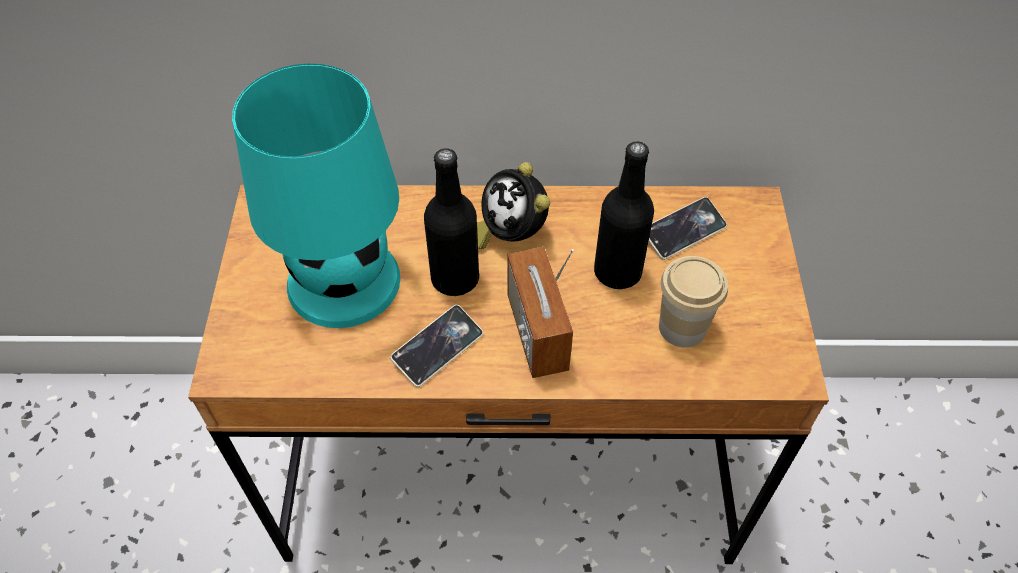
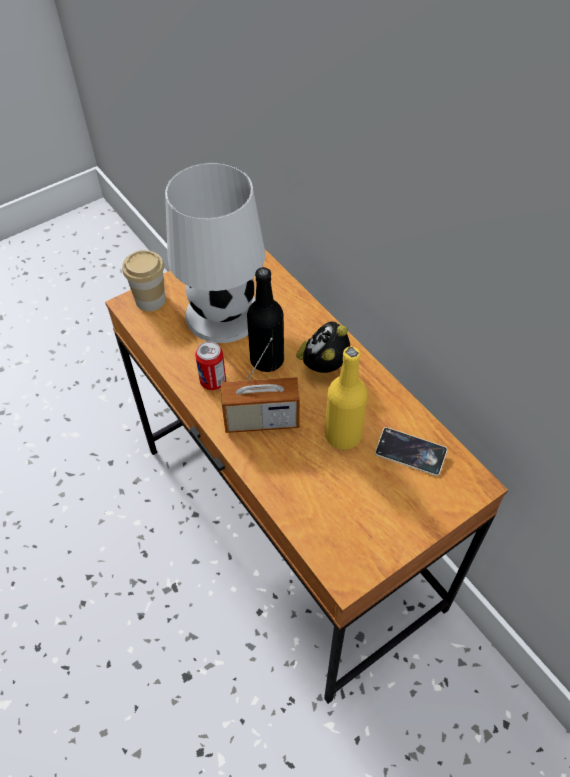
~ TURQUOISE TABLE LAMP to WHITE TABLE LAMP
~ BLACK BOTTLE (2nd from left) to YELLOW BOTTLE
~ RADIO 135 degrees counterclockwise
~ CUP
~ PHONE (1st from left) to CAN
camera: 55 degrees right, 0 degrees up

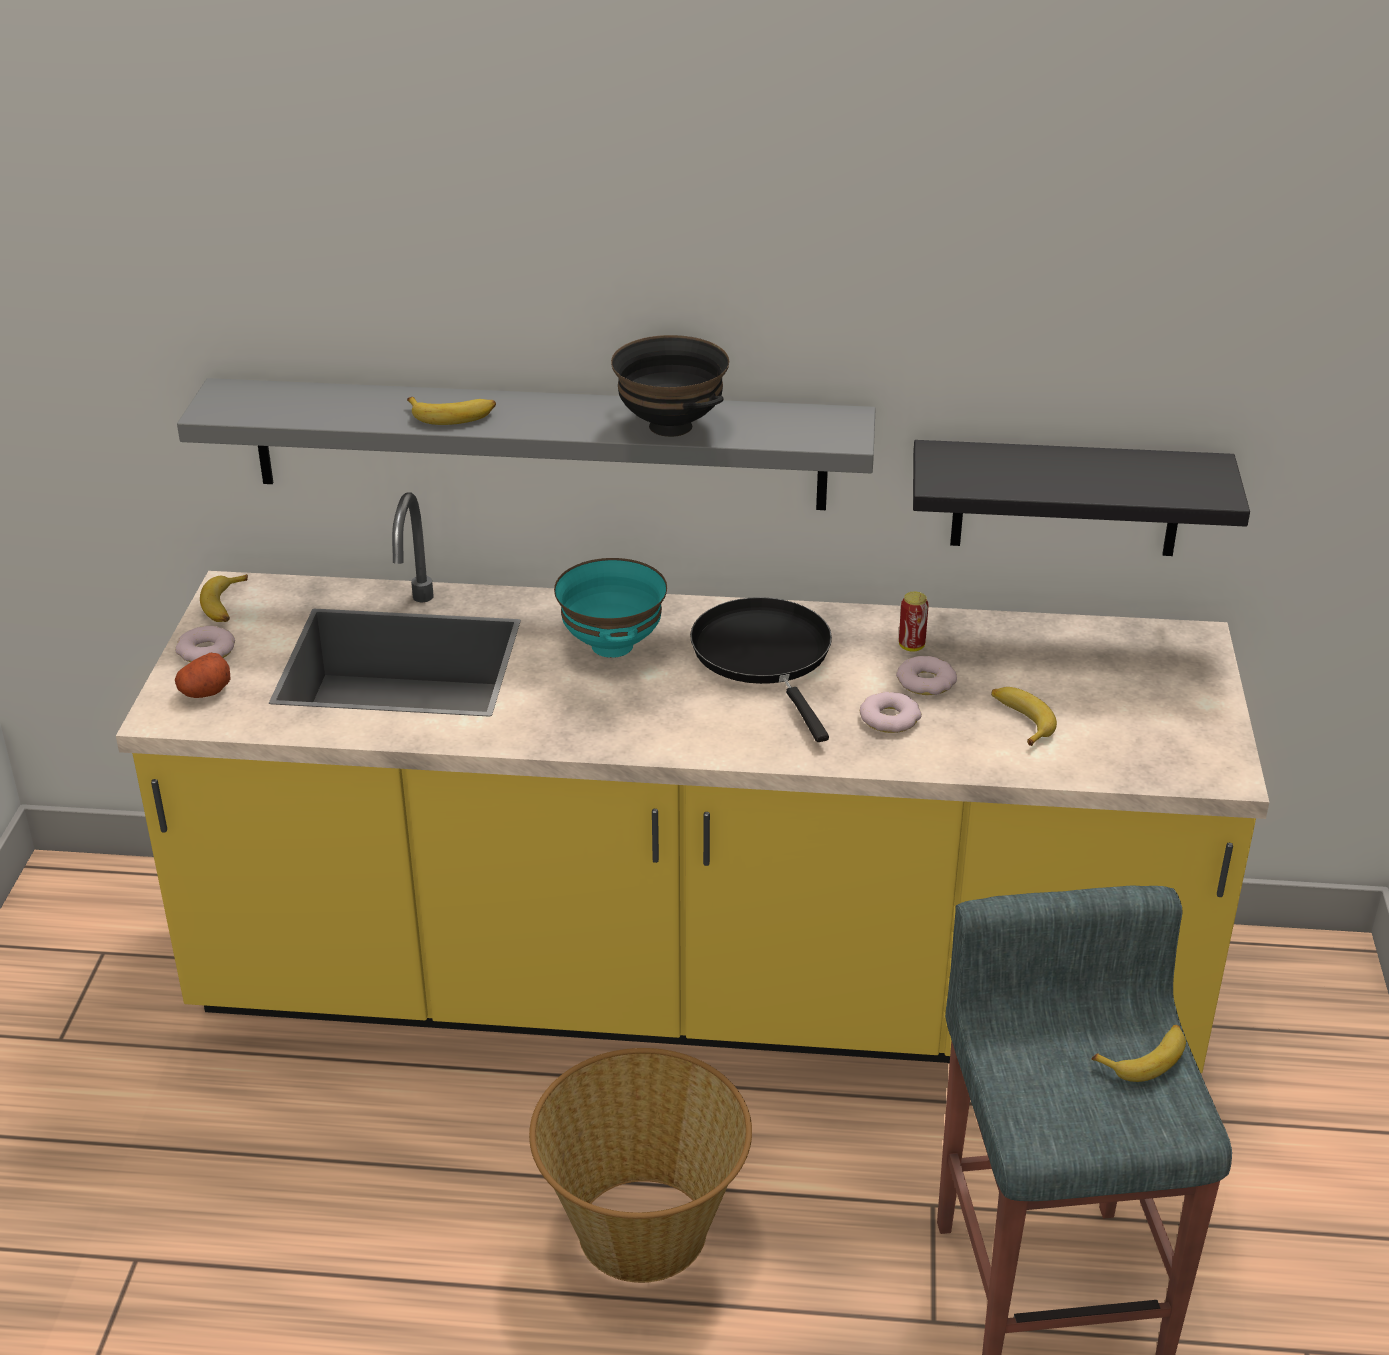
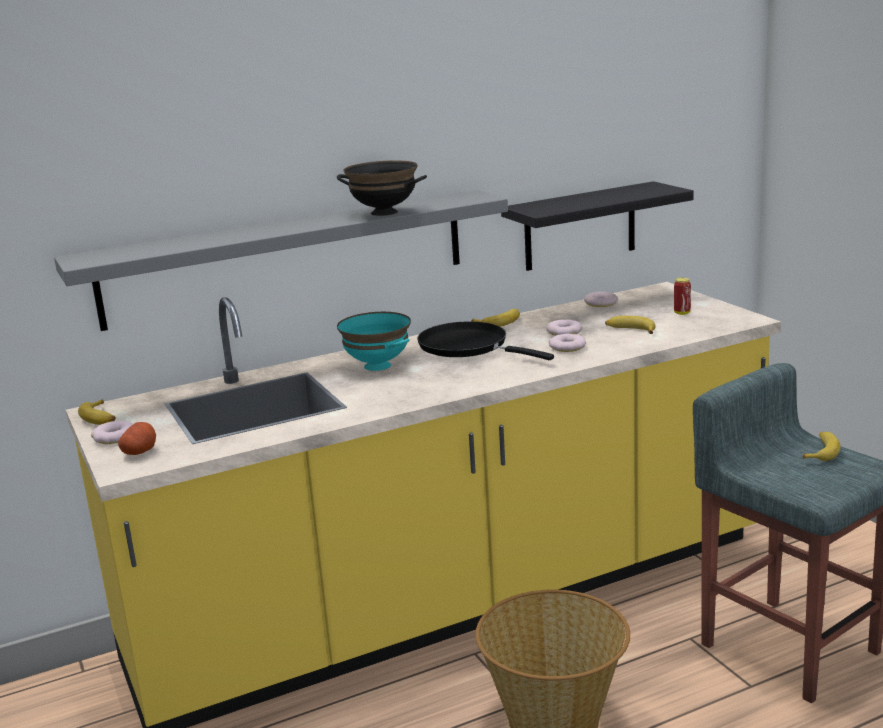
~ BANANA (2nd from left)
~ CAN
+ DONUT (4th from left)
camera: 30 degrees left, 15 degrees down

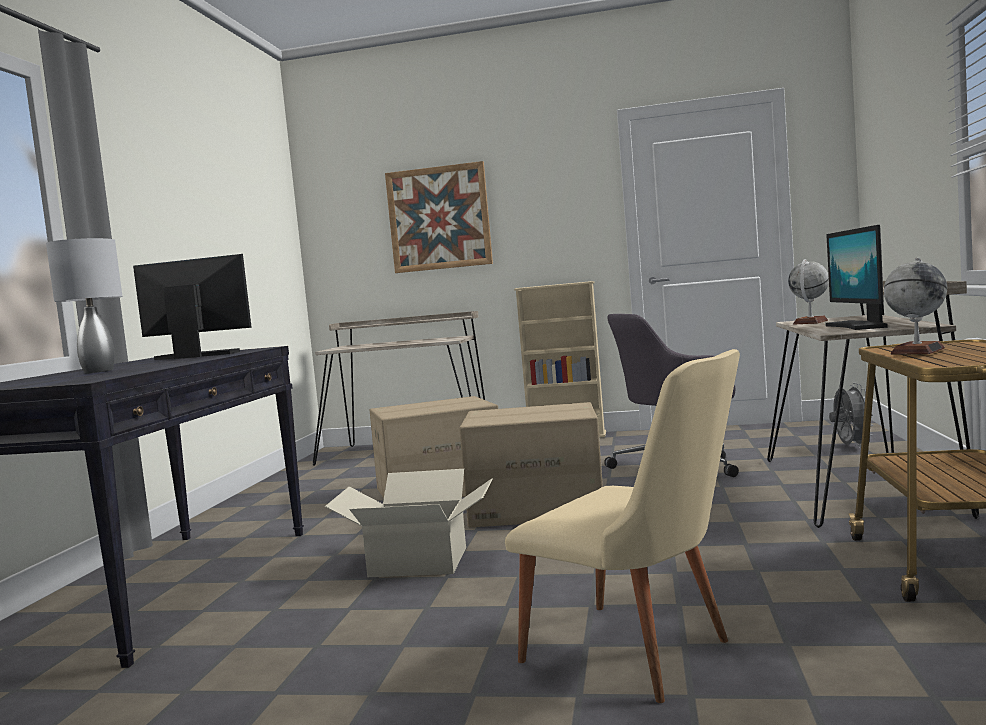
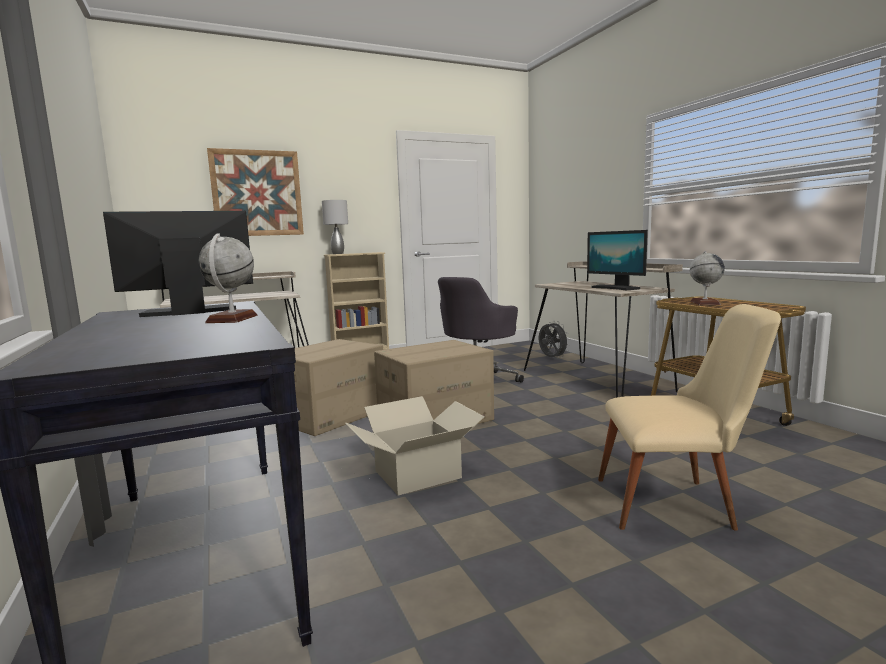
~ GREY TABLE LAMP
~ GLOBE (1st from left)
camera: 35 degrees left, 5 degrees up

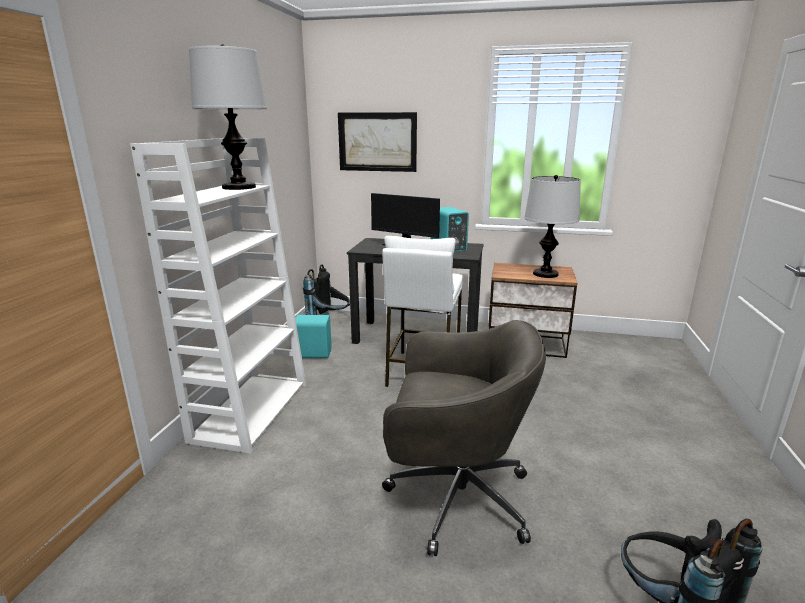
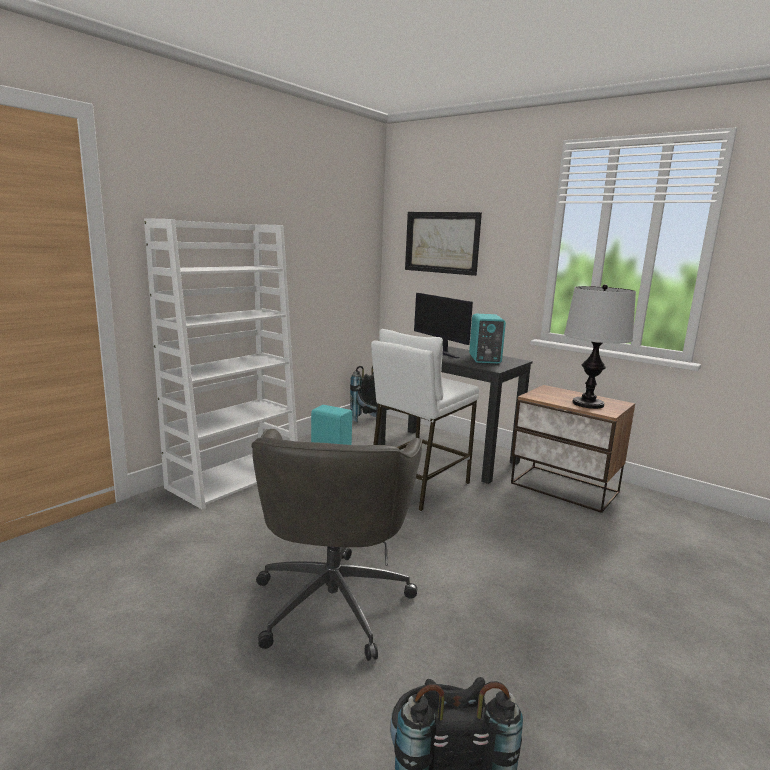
- TABLE LAMP (1st from left)
~ GREY OFFICE CHAIR 60 degrees clockwise
camera: 25 degrees right, 5 degrees down

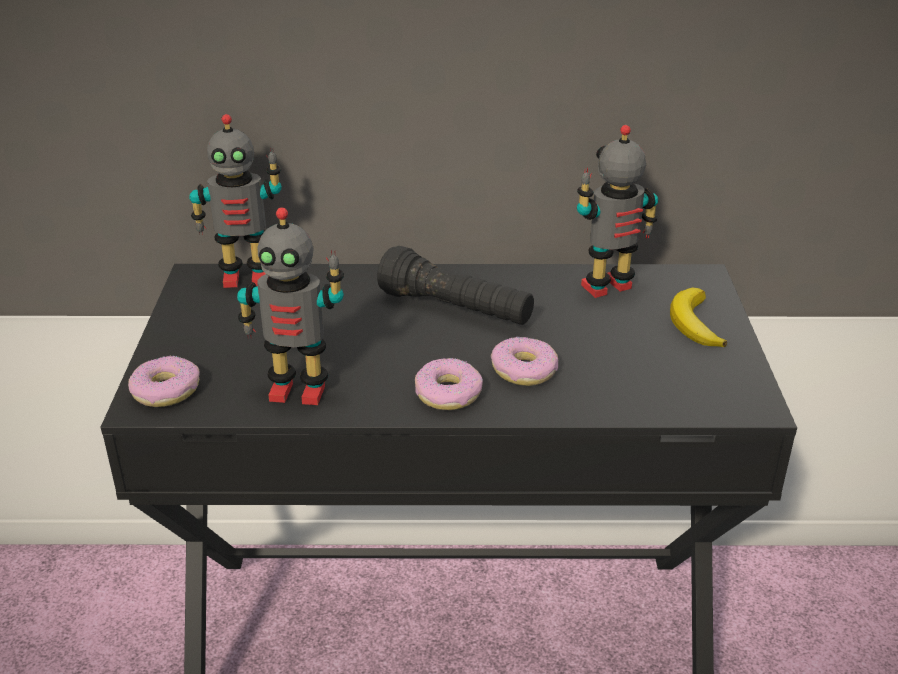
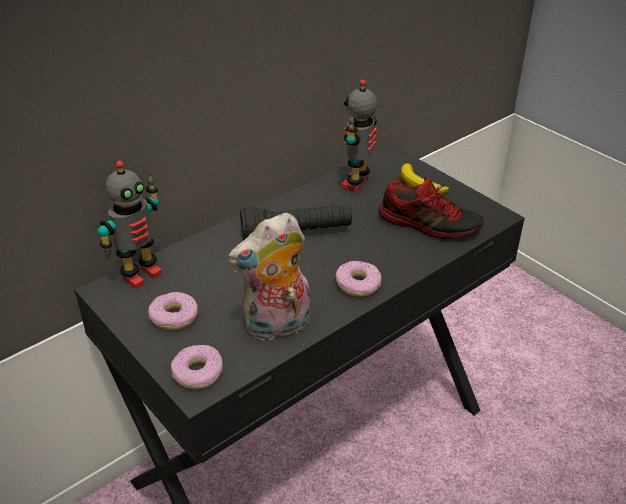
~ TOY ROBOT (2nd from left) to PLUSH TOY
~ DONUT (3rd from left in the first image) to DONUT (1st from left)
+ SHOE
camera: 40 degrees left, 5 degrees up

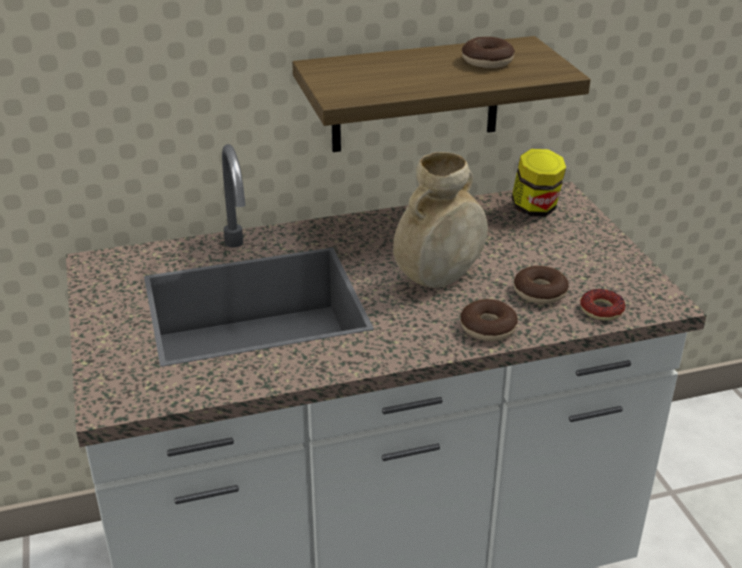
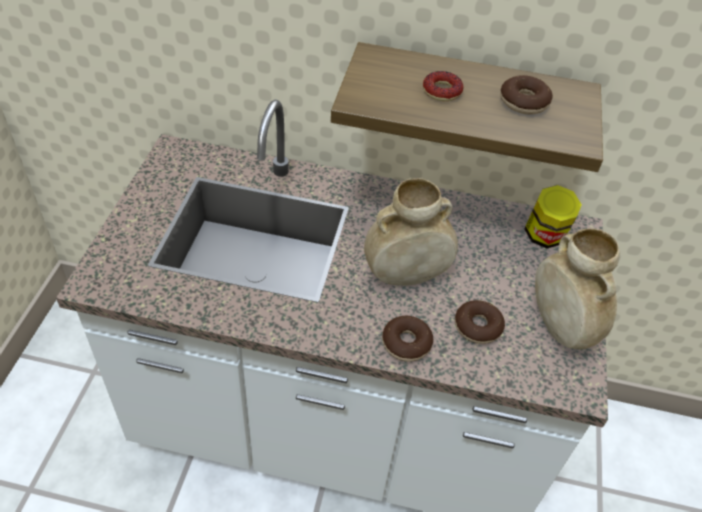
~ DONUT (4th from left in the first image) to DONUT (2nd from left)
+ BEIGE VASE (2nd from left)
camera: 25 degrees right, 15 degrees up

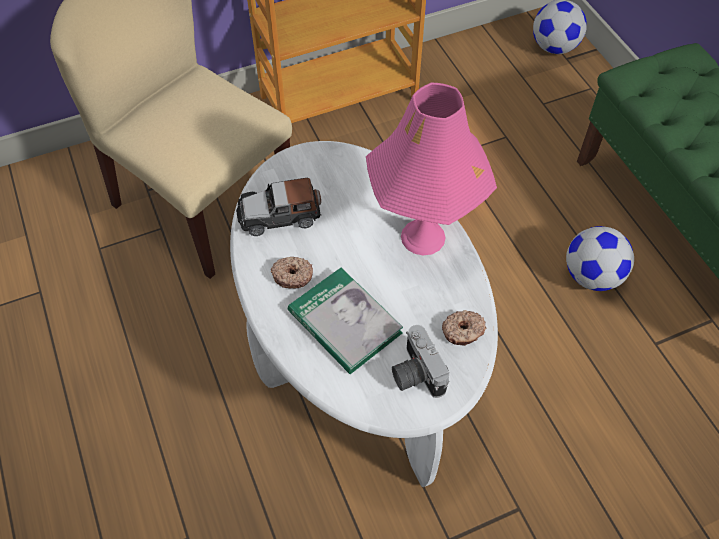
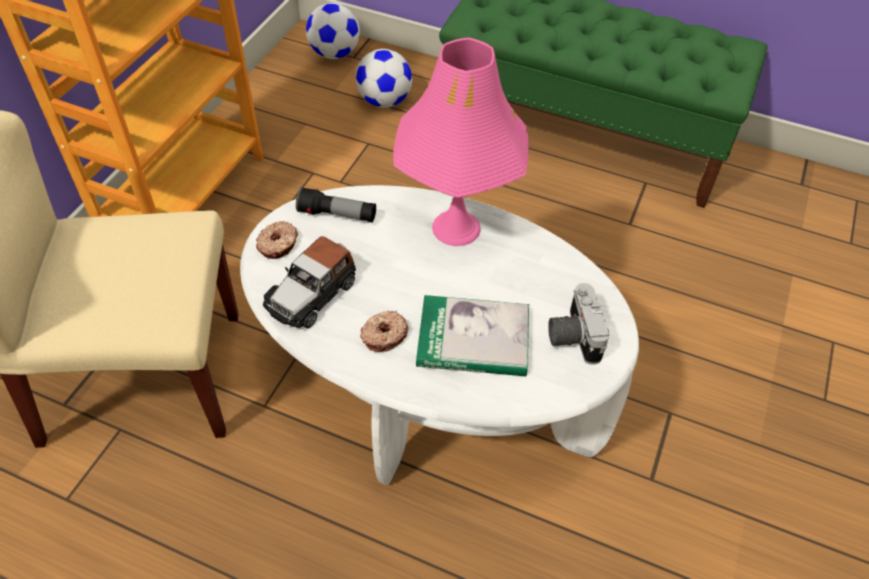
~ FOOTBALL (2nd from left)
~ DONUT (2nd from left in the first image) to DONUT (1st from left)
~ PHOTO CAMERA 60 degrees clockwise
+ FLASHLIGHT
camera: 45 degrees left, 5 degrees down

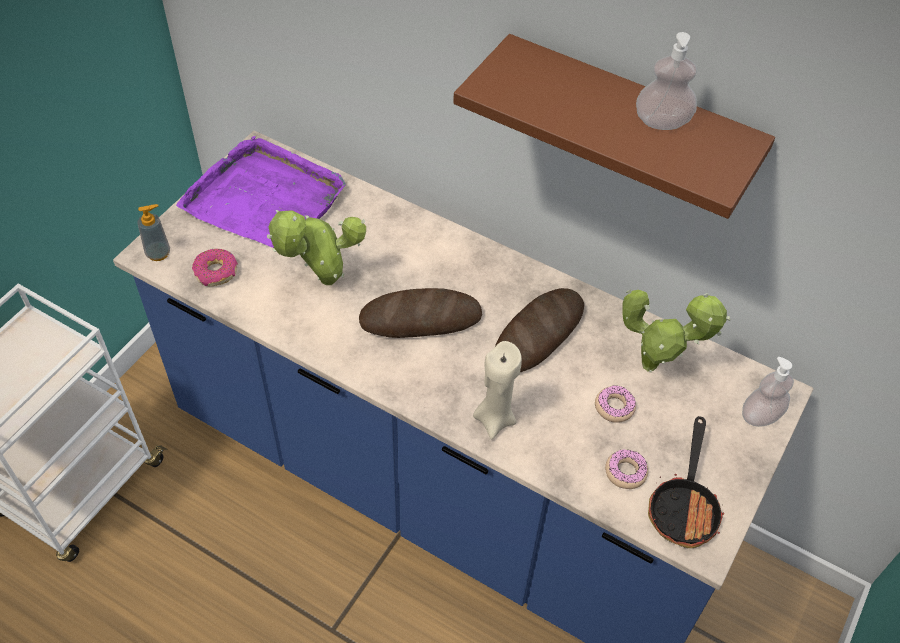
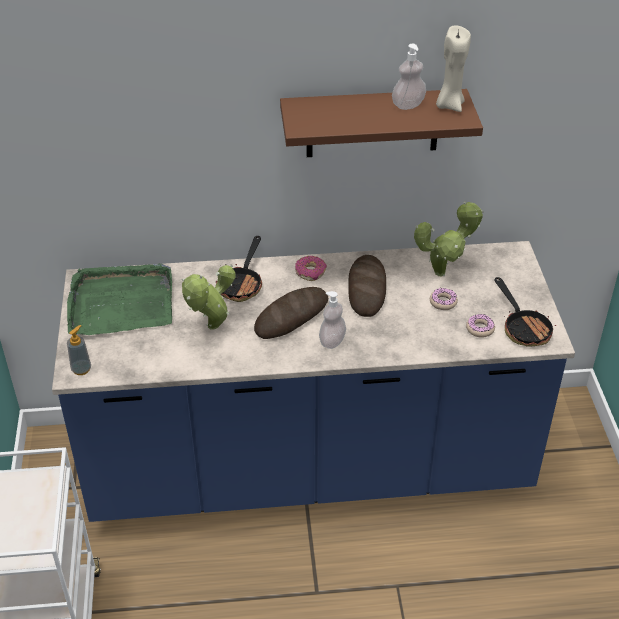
~ PURPLE TRAY to GREEN TRAY
~ DONUT (1st from left)
~ BEIGE CANDLE
~ SOAP DISPENSER (3rd from left in the first image) to SOAP DISPENSER (2nd from left)
+ FRYING PAN (1st from left)
camera: 35 degrees left, 10 degrees down

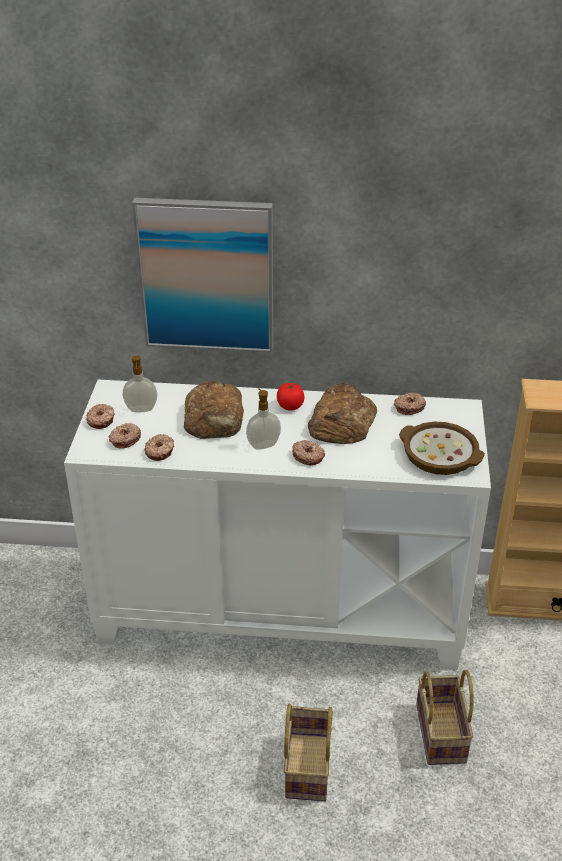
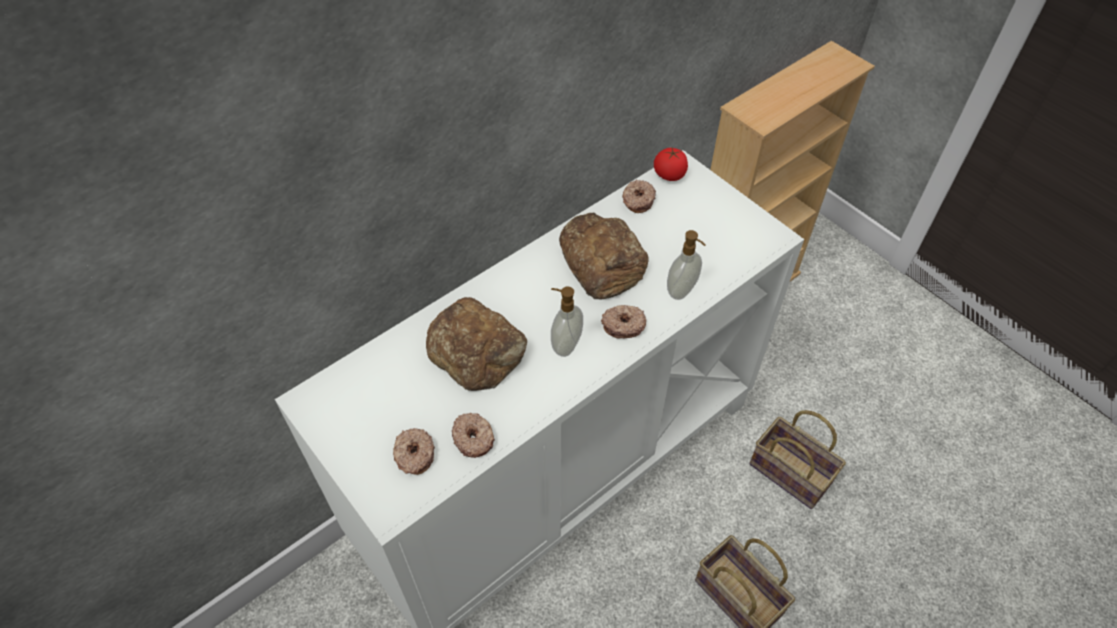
- PICTURE
~ SOAP DISPENSER (1st from left in the first image) to SOAP DISPENSER (2nd from left)
~ TOMATO
- DONUT (1st from left)
- BOWL
camera: 45 degrees left, 15 degrees up

